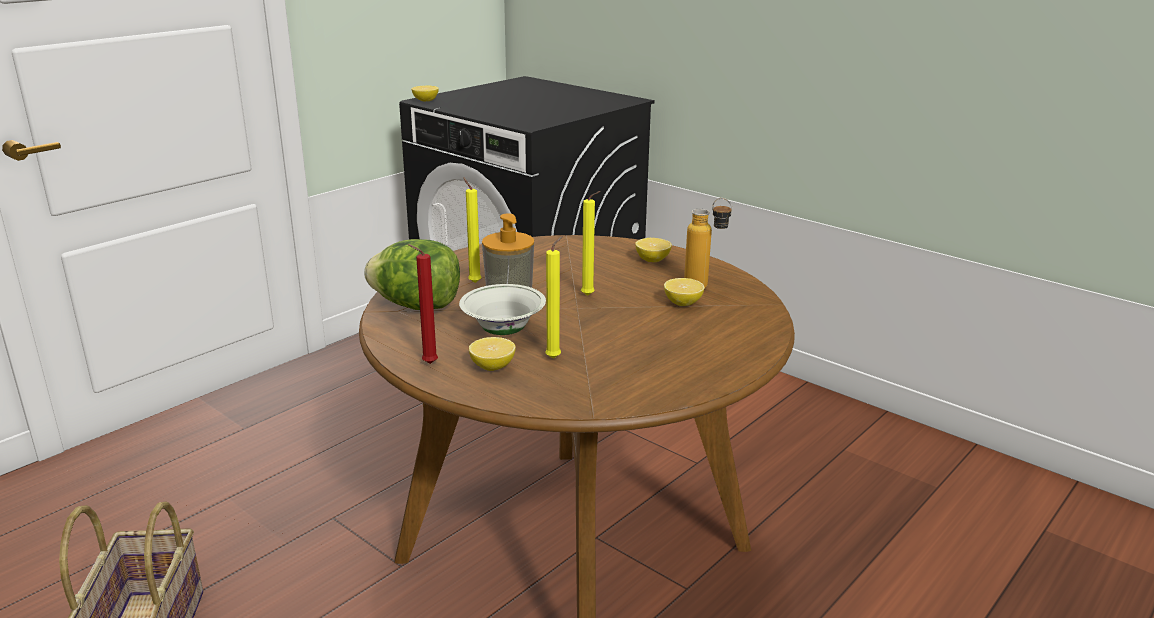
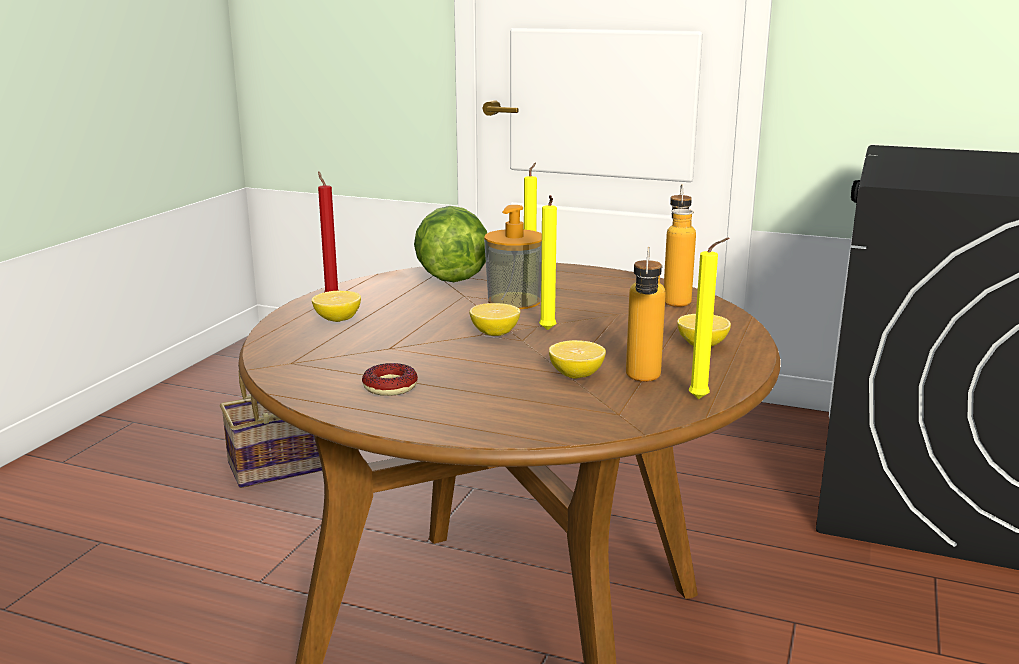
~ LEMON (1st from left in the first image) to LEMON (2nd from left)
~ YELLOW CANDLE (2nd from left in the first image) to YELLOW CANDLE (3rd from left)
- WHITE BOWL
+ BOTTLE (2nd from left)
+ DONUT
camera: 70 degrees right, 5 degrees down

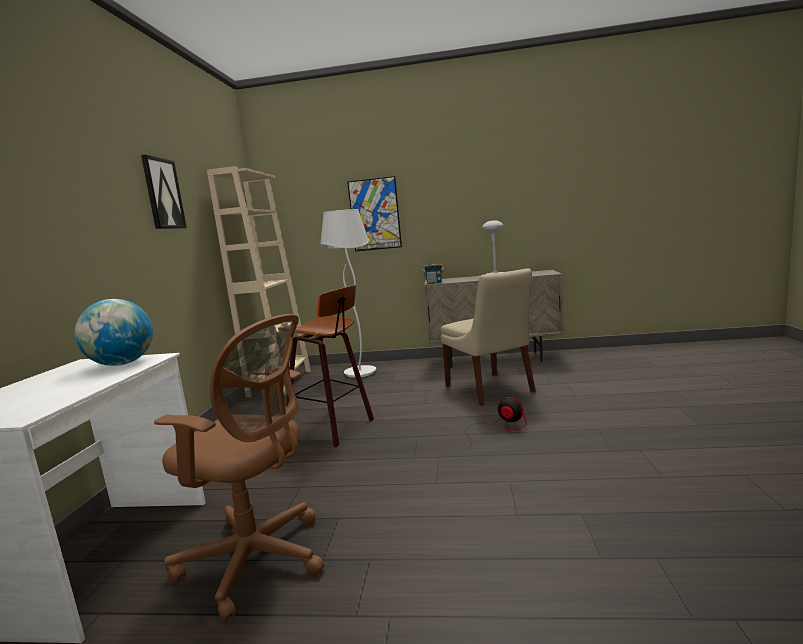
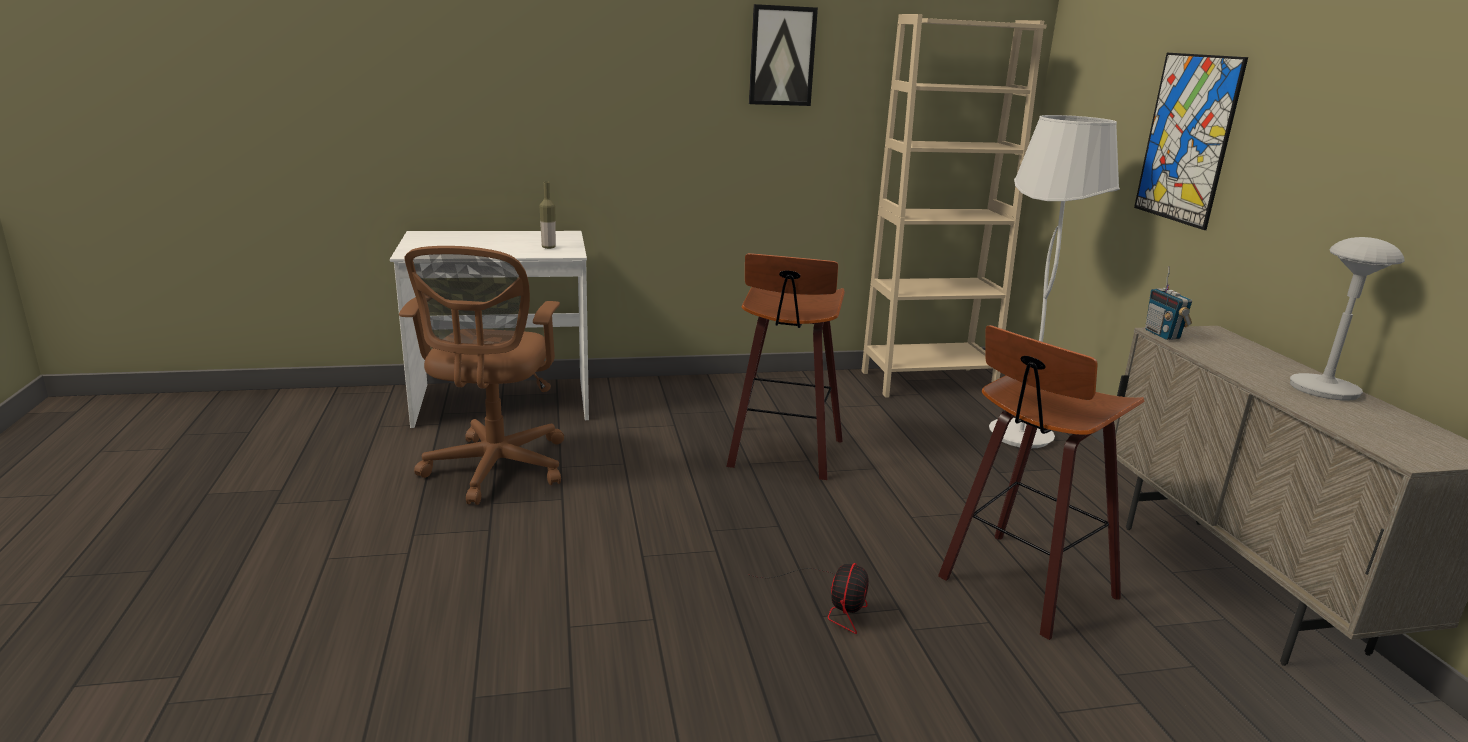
~ BEIGE CHAIR to STOOL (2nd from left)
~ GLOBE to BOTTLE
camera: 70 degrees right, 10 degrees up

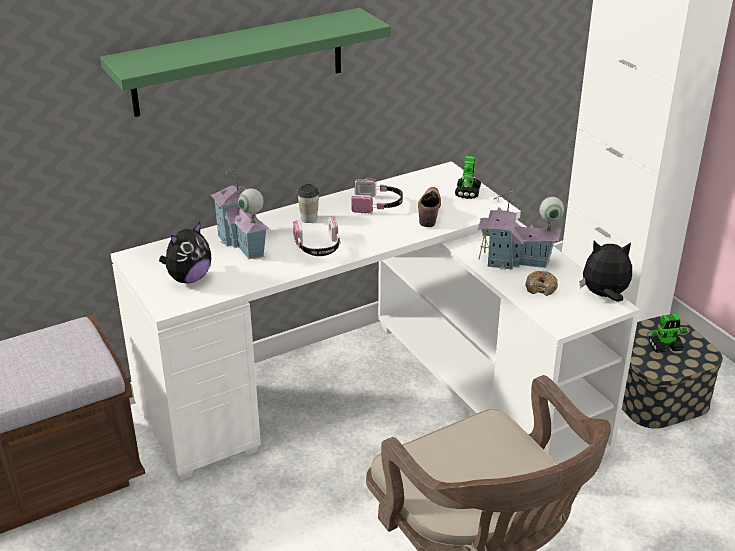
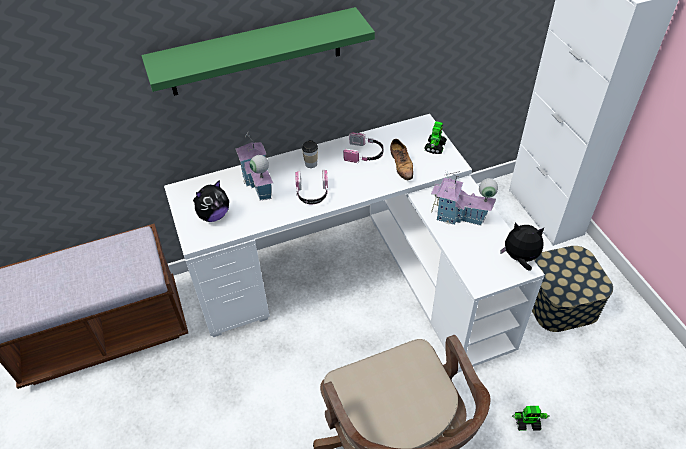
~ SHOE 150 degrees clockwise
- DONUT
~ TOY ROBOT (2nd from left)
camera: 10 degrees right, 15 degrees up

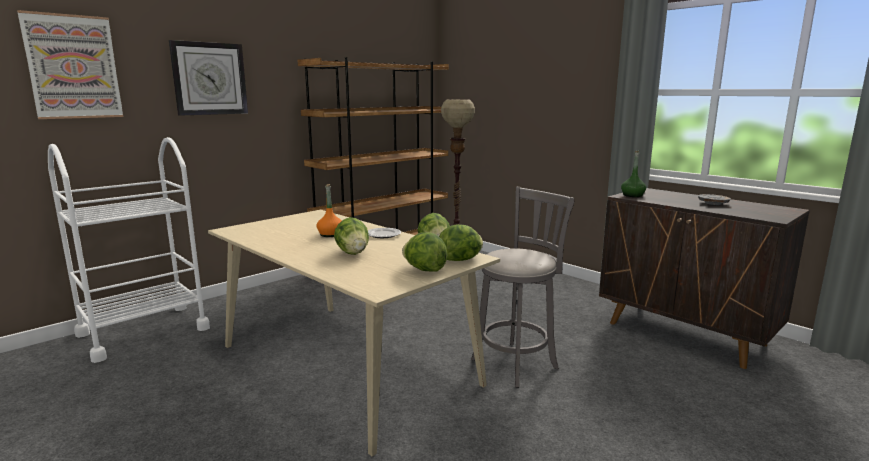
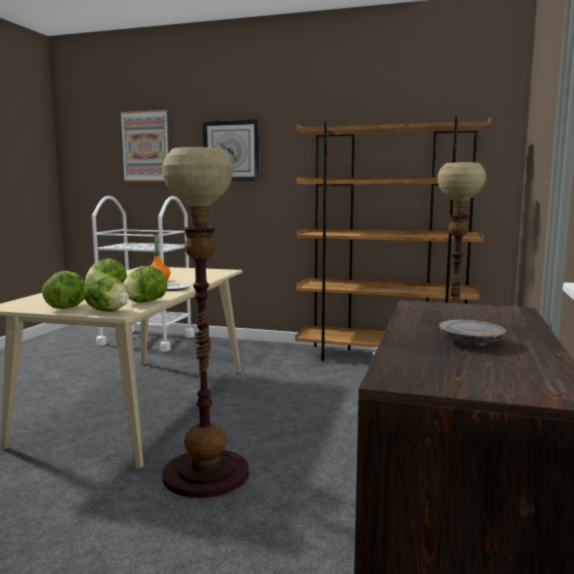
- GREEN BOTTLE
~ GREY STOOL to FLOOR LAMP (1st from left)
camera: 60 degrees right, 5 degrees down

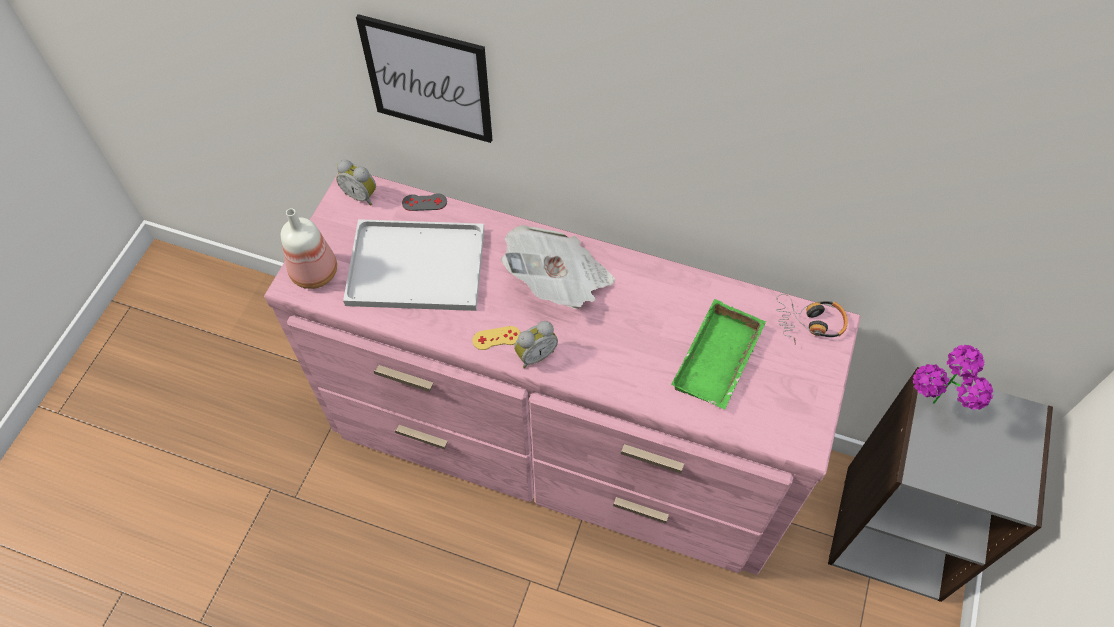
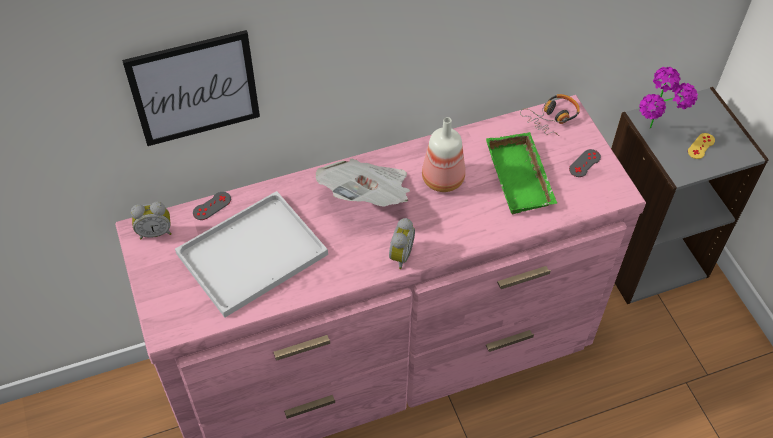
~ BOTTLE
~ YELLOW GAME CONTROLLER
+ GREY GAME CONTROLLER (2nd from left)
camera: 40 degrees left, 5 degrees down

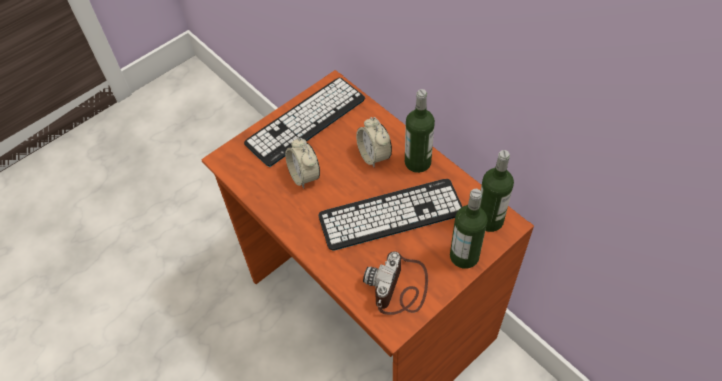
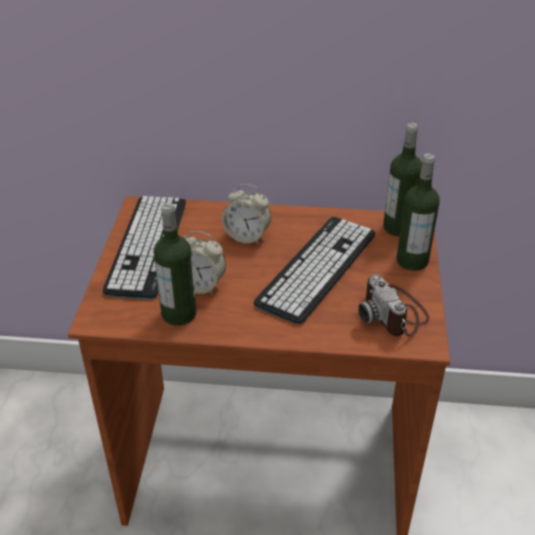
~ BOTTLE (1st from left)
camera: 45 degrees left, 15 degrees down

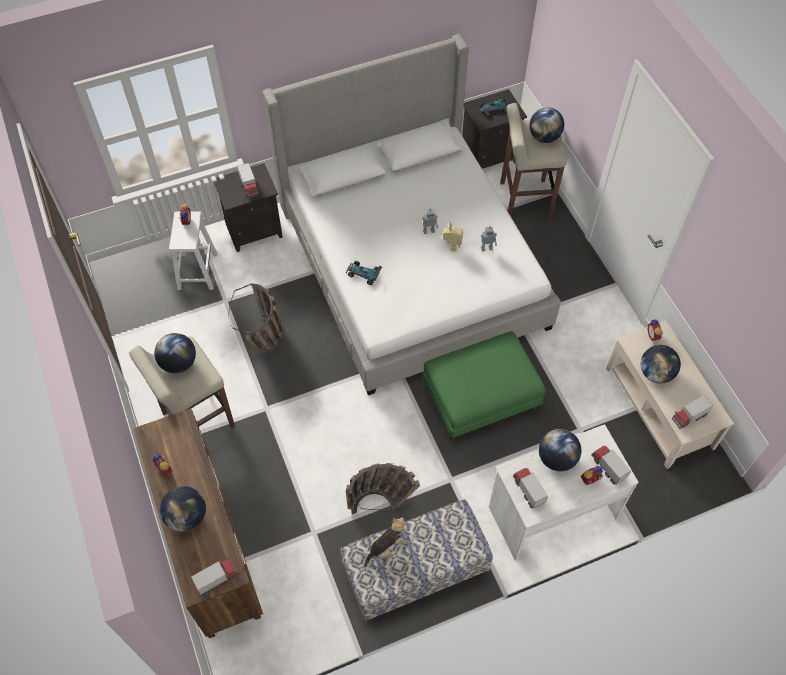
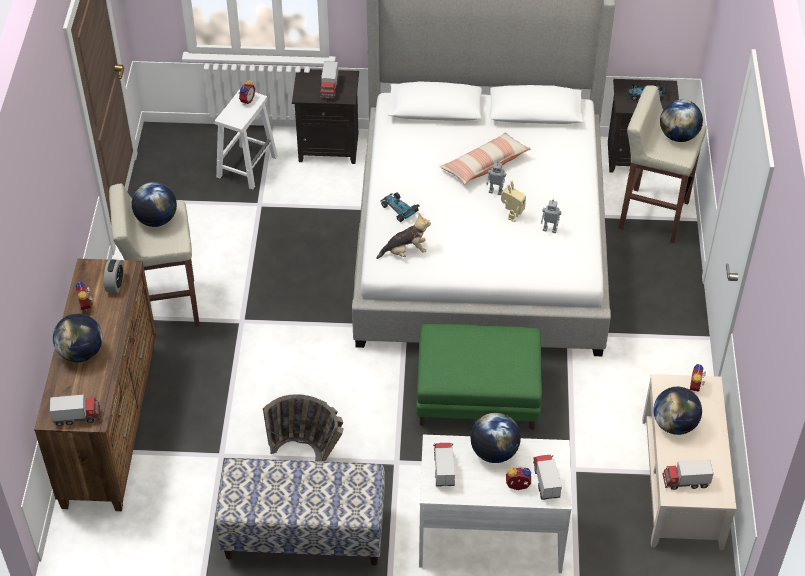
- BASKET (1st from left)
~ PLUSH TOY
+ PILLOW
+ ALARM CLOCK (2nd from left)
camera: 25 degrees right, 10 degrees down

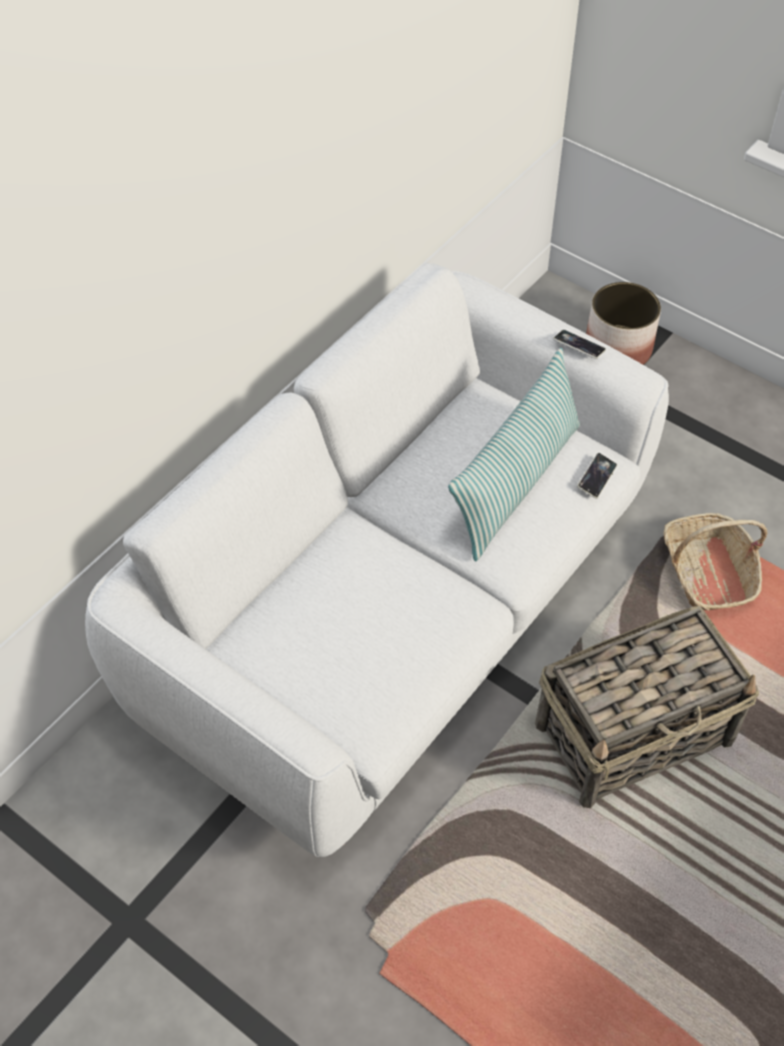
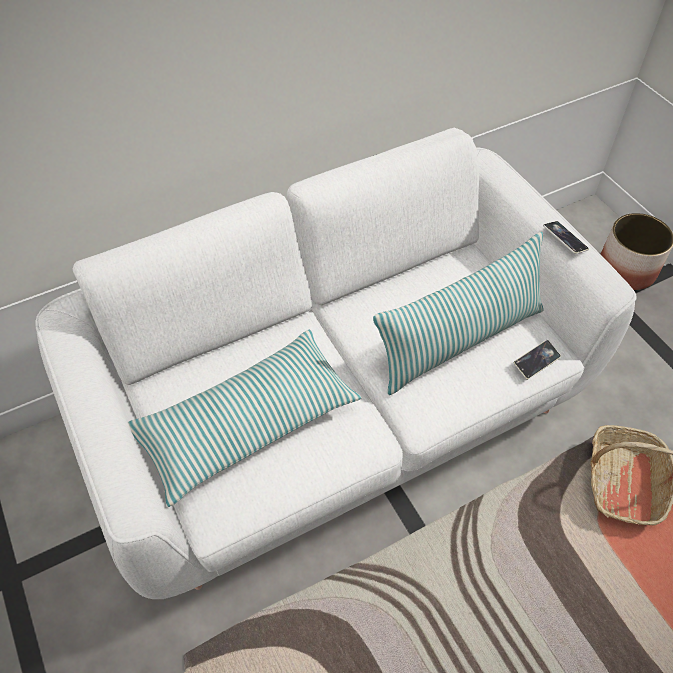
- BASKET (1st from left)
+ PILLOW (1st from left)
camera: 25 degrees right, 0 degrees up

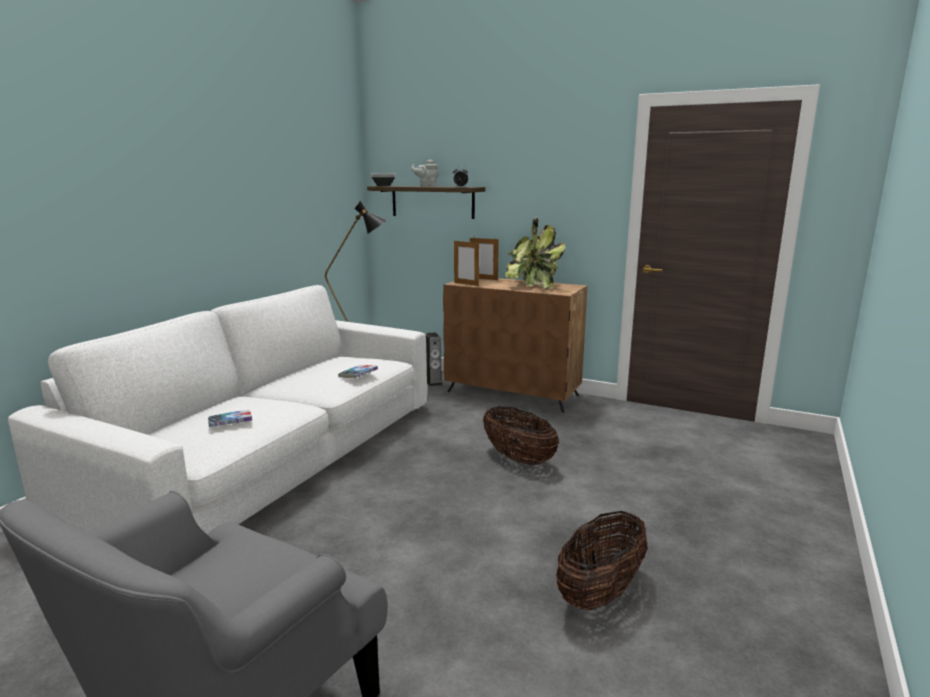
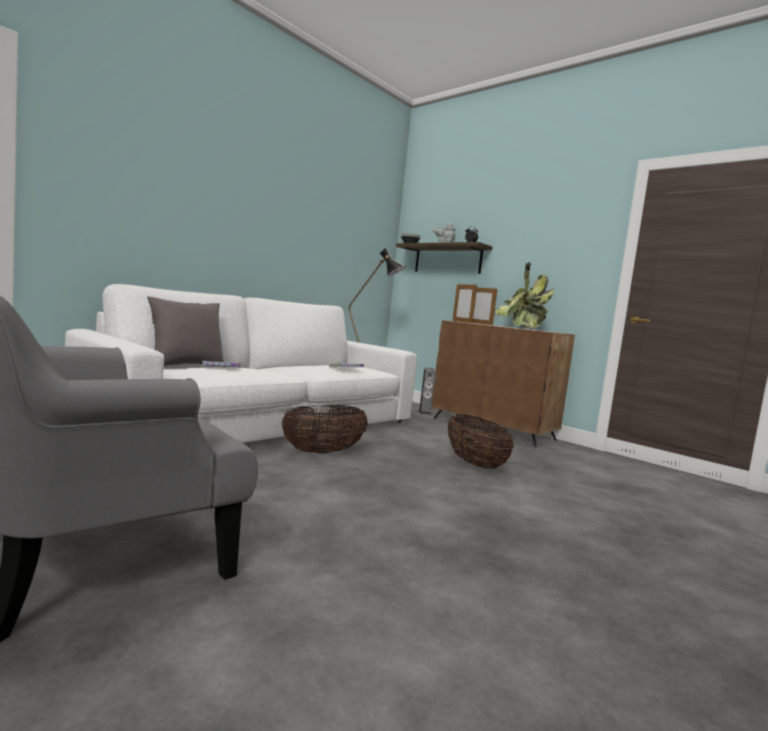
~ BASKET (2nd from left in the first image) to BASKET (1st from left)
+ GREY PILLOW
camera: 15 degrees right, 10 degrees down

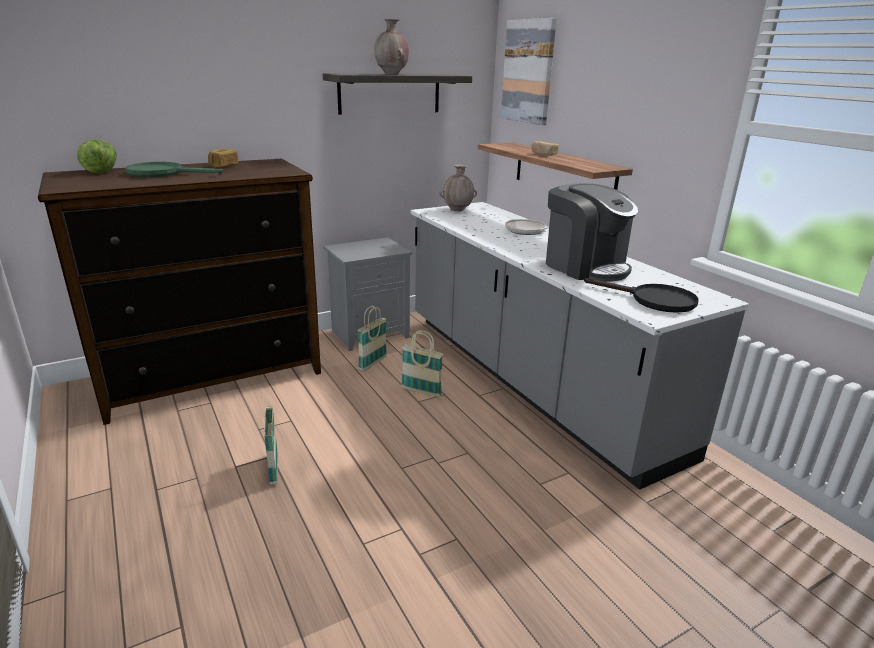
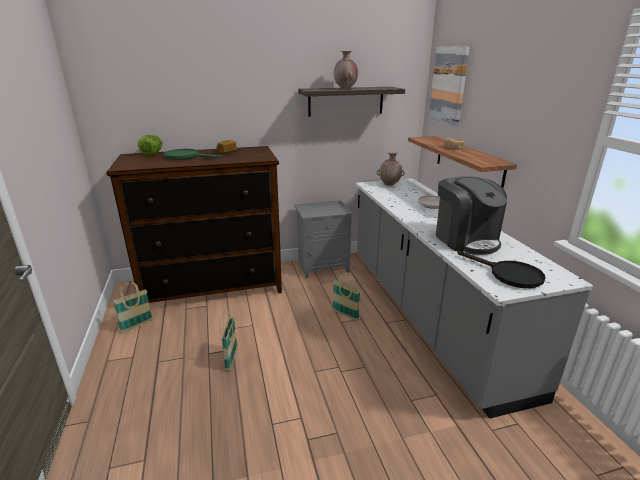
~ BASKET (2nd from left in the first image) to BASKET (1st from left)
camera: 15 degrees right, 0 degrees up

